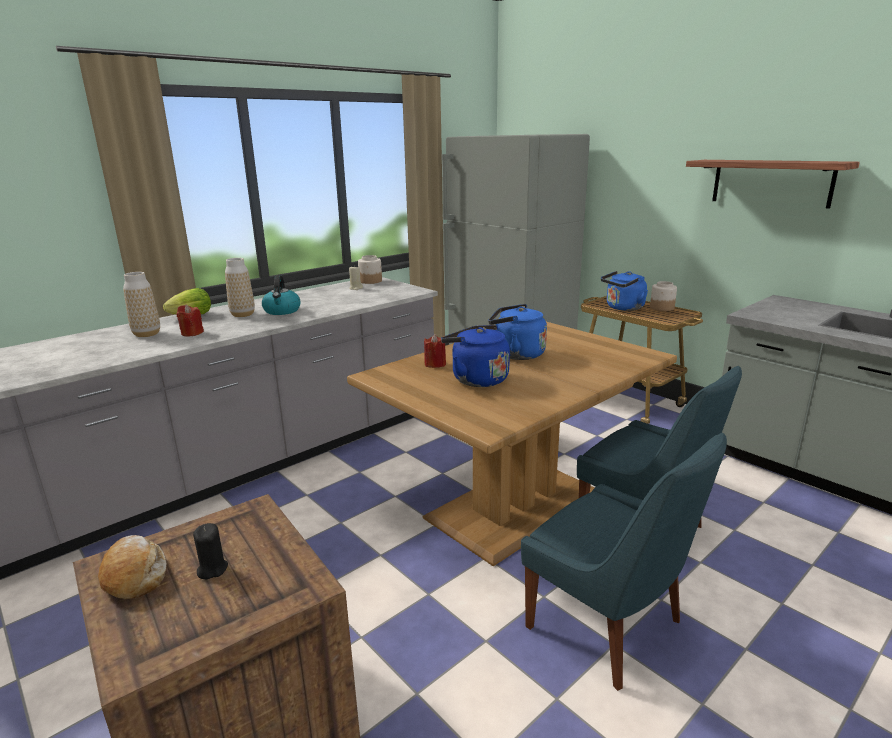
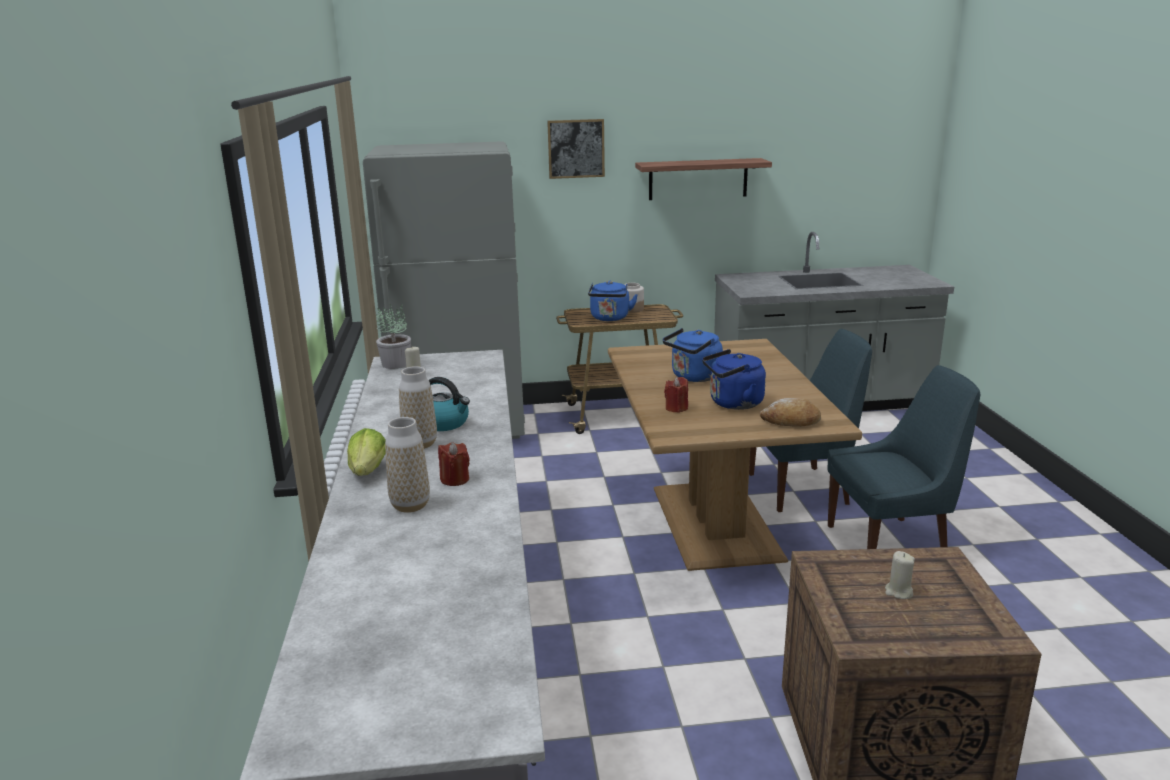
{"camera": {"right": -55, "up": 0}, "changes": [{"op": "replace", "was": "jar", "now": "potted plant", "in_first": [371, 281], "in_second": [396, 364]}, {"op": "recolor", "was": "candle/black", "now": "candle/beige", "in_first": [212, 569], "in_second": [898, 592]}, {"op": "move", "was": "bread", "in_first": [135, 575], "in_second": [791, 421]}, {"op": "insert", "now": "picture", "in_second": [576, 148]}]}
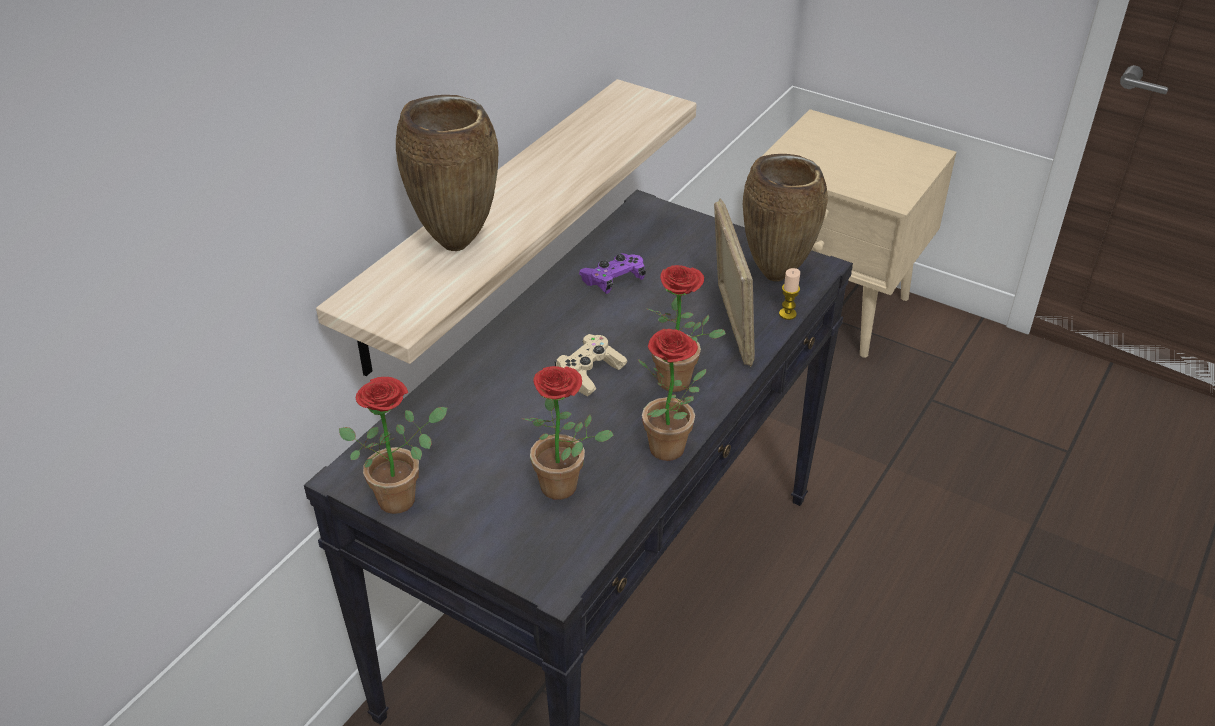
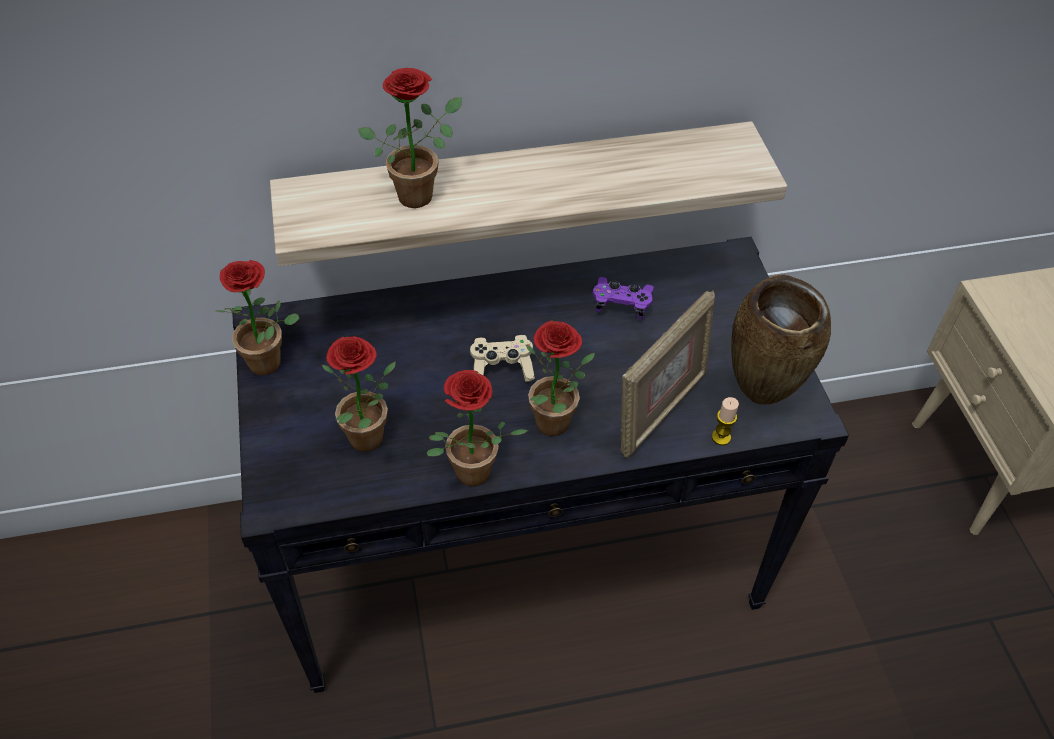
{"camera": {"right": 45, "up": 10}, "changes": [{"op": "replace", "was": "vase/brown", "now": "potted plant", "in_first": [458, 243], "in_second": [420, 192]}]}
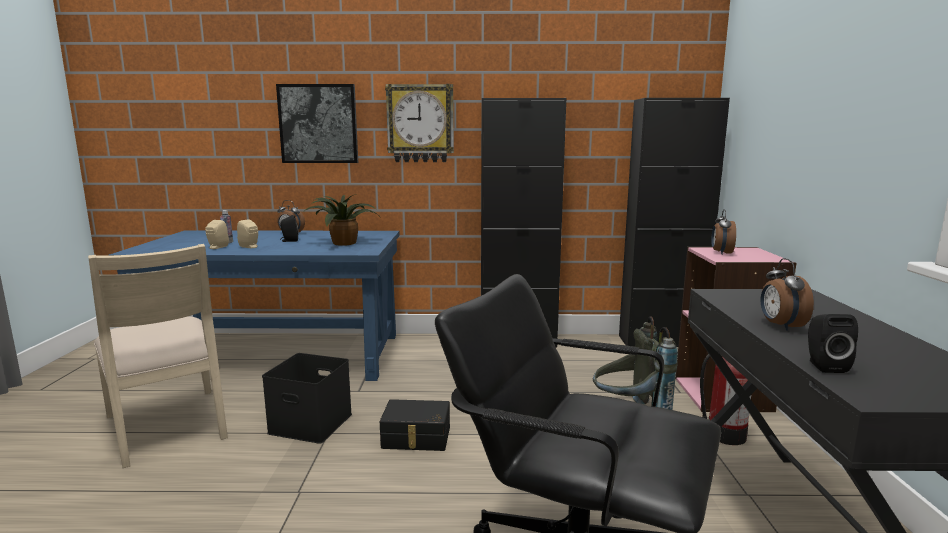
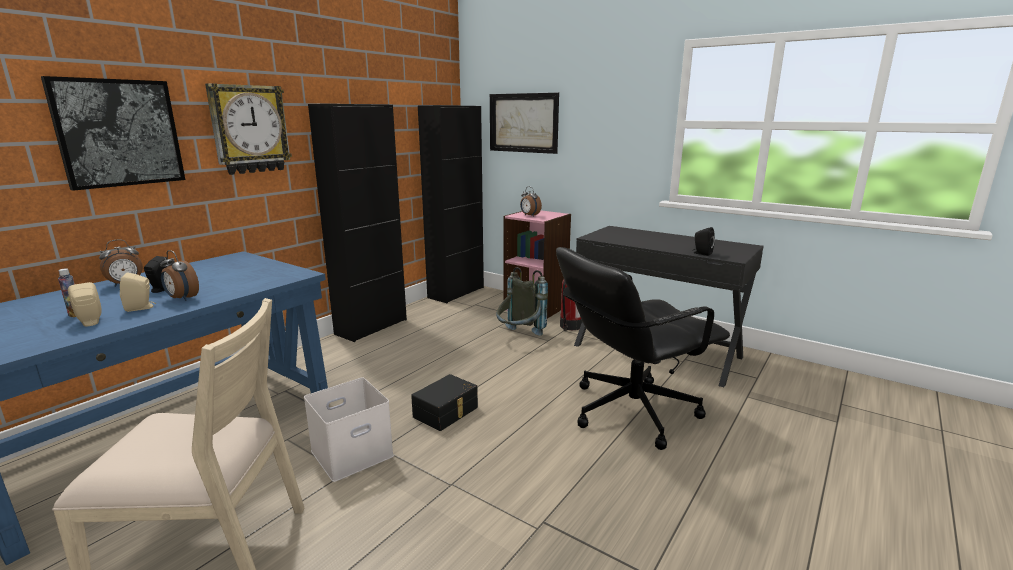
{"camera": {"right": -55, "up": 5}, "changes": [{"op": "delete", "was": "potted plant", "in_first": [343, 243]}, {"op": "move", "was": "alarm clock", "in_first": [780, 326], "in_second": [182, 298]}, {"op": "recolor", "was": "storage box/black", "now": "storage box/white", "in_first": [313, 423], "in_second": [352, 452]}, {"op": "insert", "now": "picture", "in_second": [523, 123]}]}
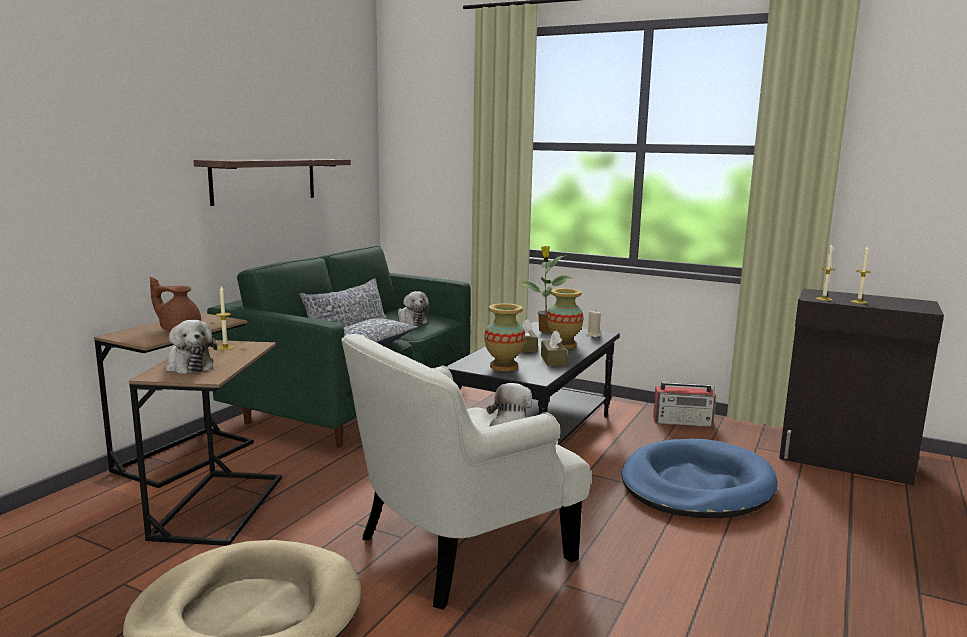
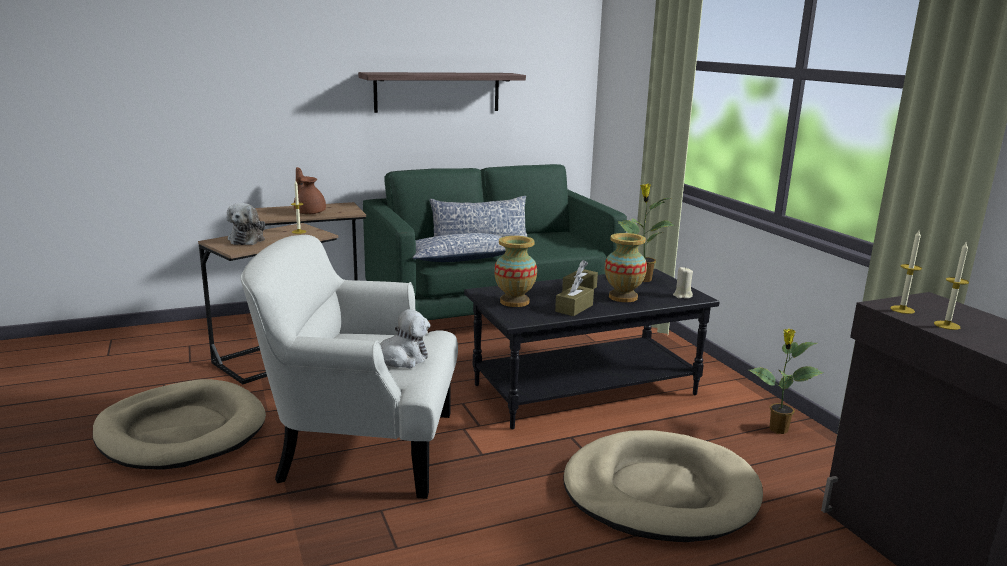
{"camera": {"right": 40, "up": 5}, "changes": [{"op": "delete", "was": "plush toy", "in_first": [411, 321]}, {"op": "replace", "was": "radio", "now": "potted plant", "in_first": [683, 422], "in_second": [777, 429]}, {"op": "recolor", "was": "dog bed/blue", "now": "dog bed/beige", "in_first": [696, 485], "in_second": [659, 492]}]}
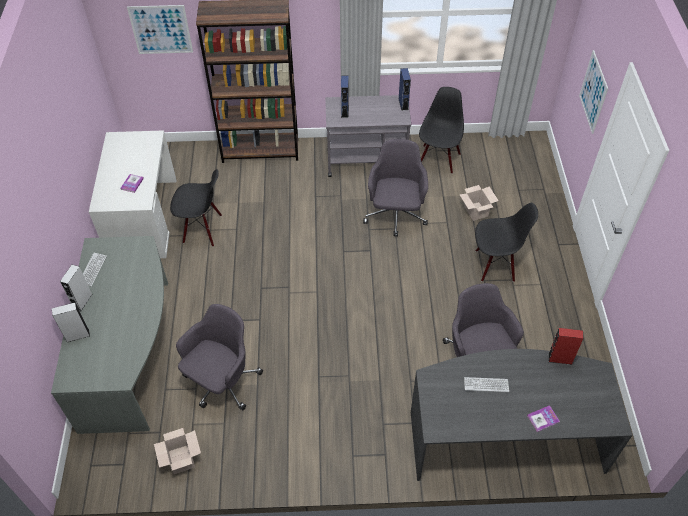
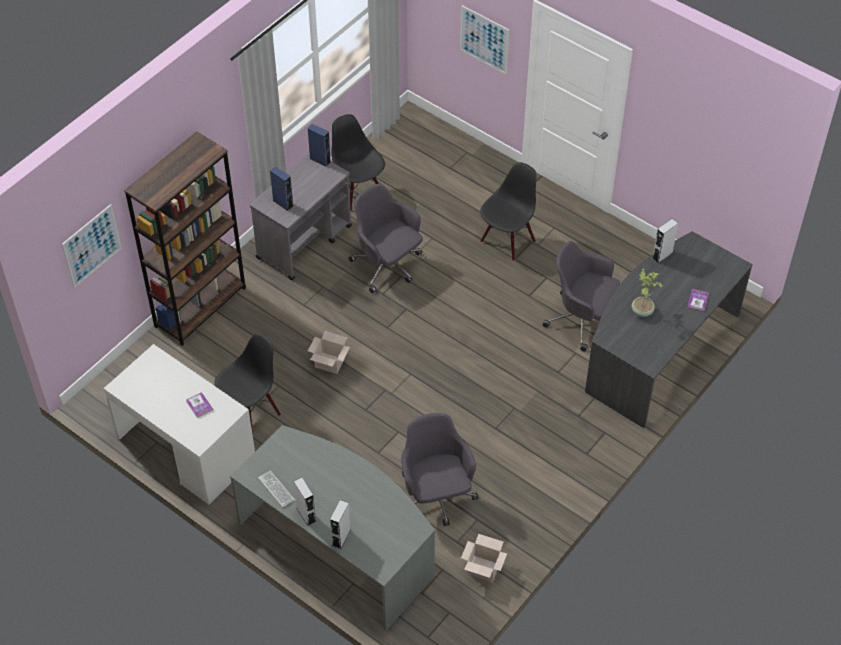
{"camera": {"right": -50, "up": 0}, "changes": [{"op": "move", "was": "cardboard box", "in_first": [476, 211], "in_second": [330, 363]}, {"op": "recolor", "was": "speaker/red", "now": "speaker/grey", "in_first": [560, 359], "in_second": [662, 255]}, {"op": "replace", "was": "keyboard", "now": "potted plant", "in_first": [486, 385], "in_second": [642, 311]}]}
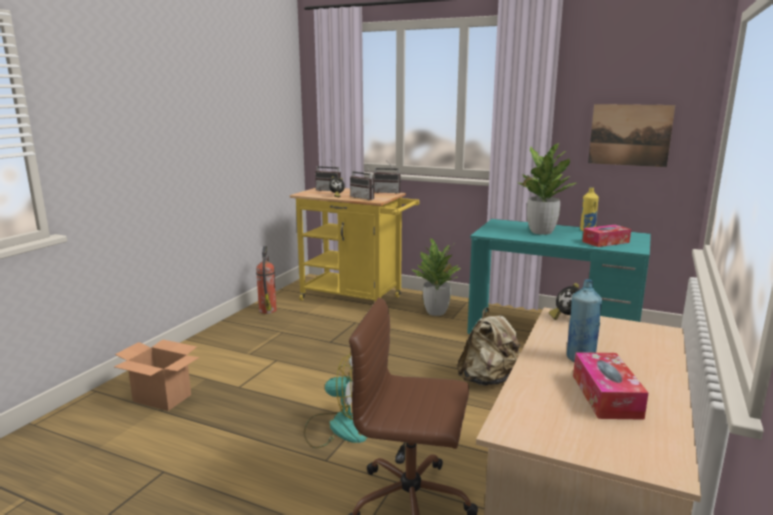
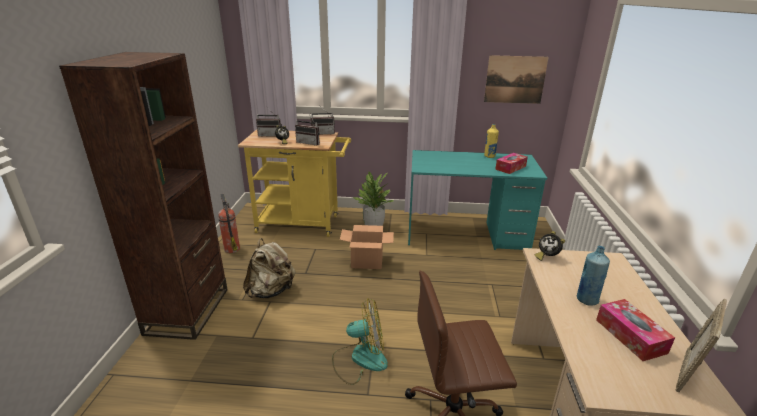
{"camera": {"right": -20, "up": 10}, "changes": [{"op": "delete", "was": "potted plant", "in_first": [541, 232]}, {"op": "move", "was": "backpack/beige", "in_first": [488, 380], "in_second": [271, 291]}, {"op": "move", "was": "cardboard box", "in_first": [163, 398], "in_second": [367, 262]}, {"op": "insert", "now": "bookcase/brown", "in_second": [188, 311]}, {"op": "insert", "now": "picture frame", "in_second": [688, 373]}]}
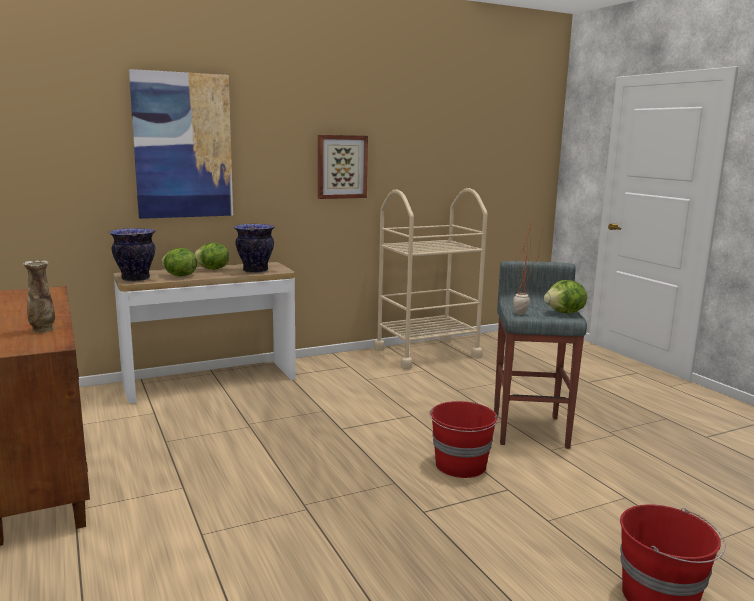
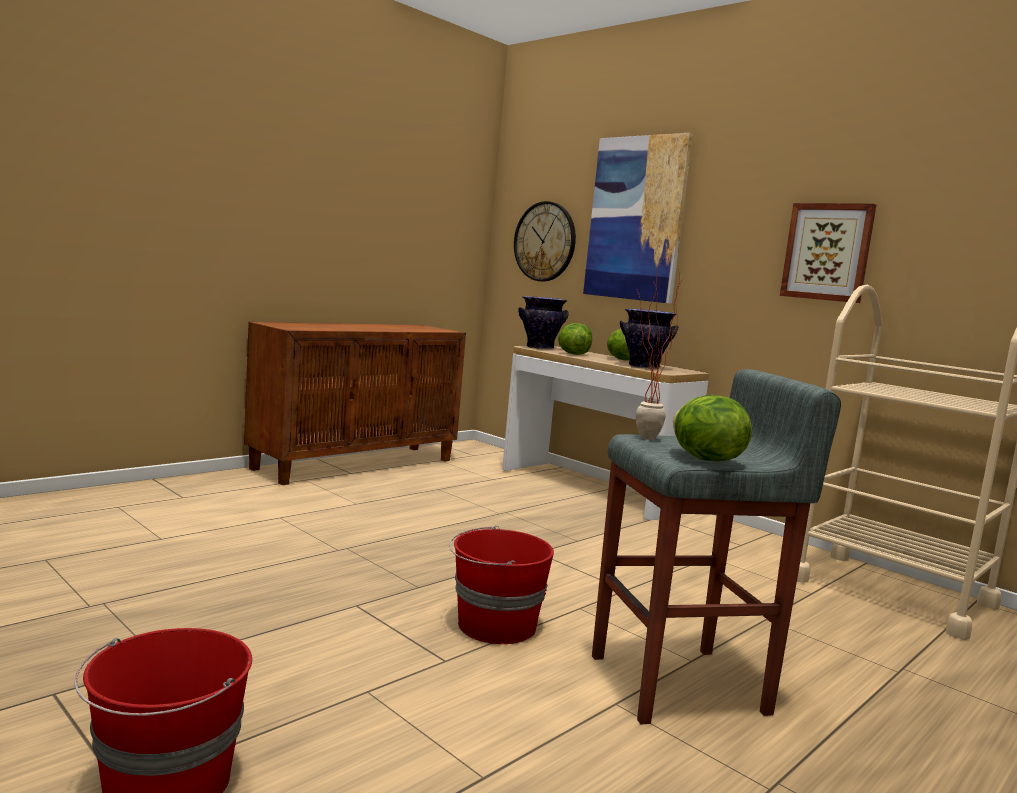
{"camera": {"right": 70, "up": -5}, "changes": [{"op": "delete", "was": "vase", "in_first": [43, 330]}, {"op": "insert", "now": "wall clock", "in_second": [545, 241]}]}
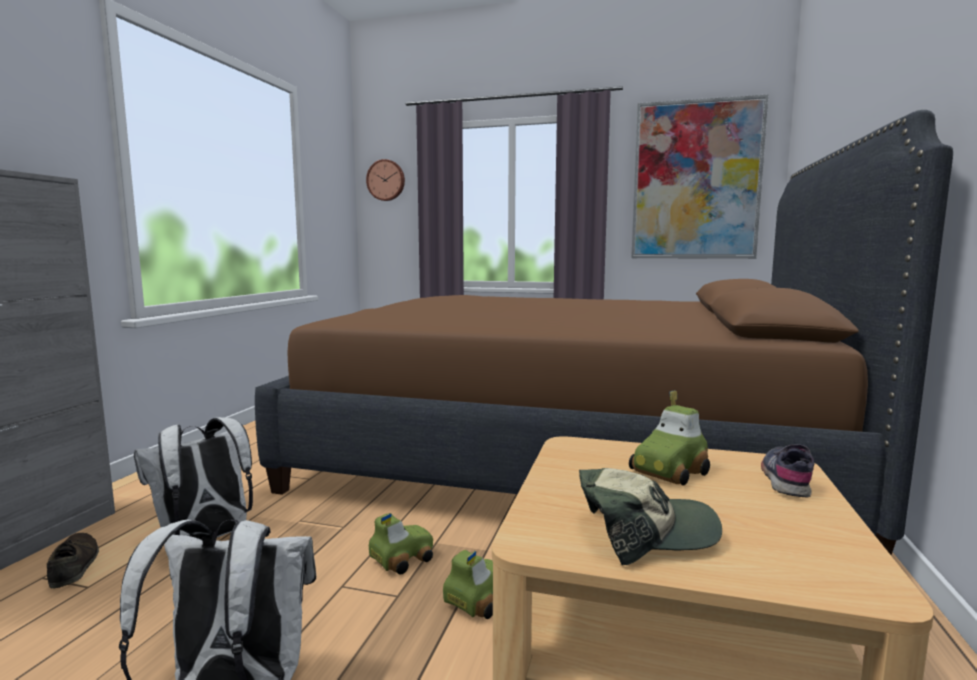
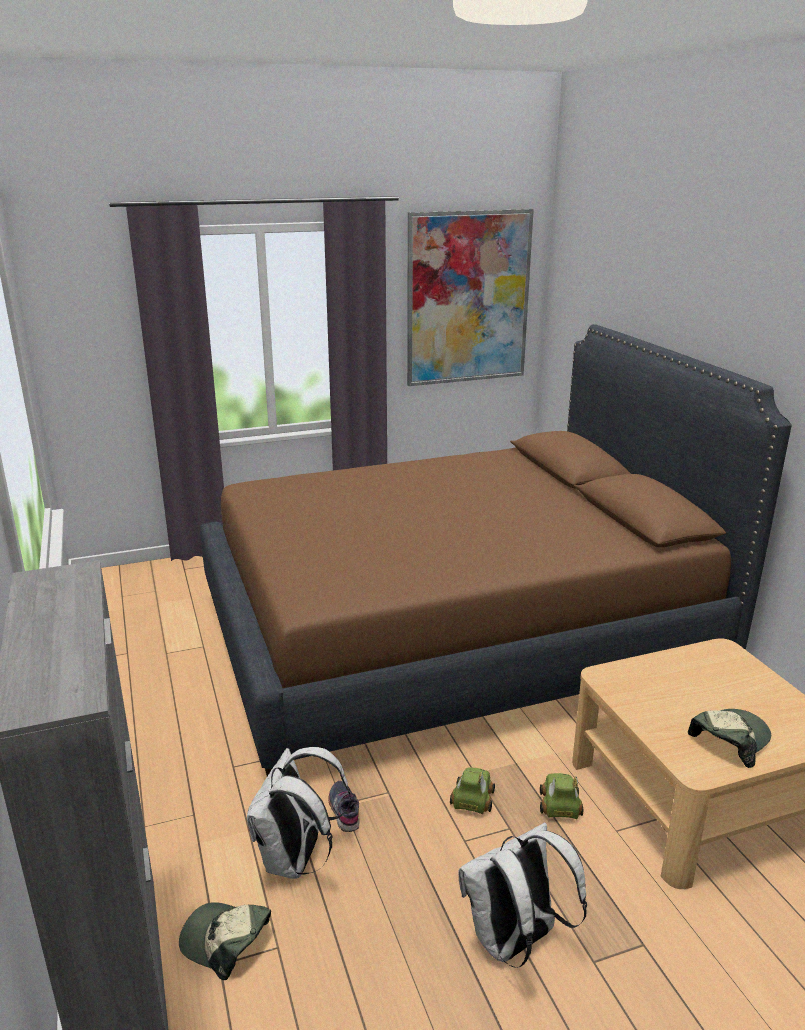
{"camera": {"right": -35, "up": 15}, "changes": [{"op": "delete", "was": "wall clock", "in_first": [386, 180]}, {"op": "delete", "was": "toy car", "in_first": [670, 472]}, {"op": "move", "was": "shoe/grey", "in_first": [786, 480], "in_second": [344, 810]}, {"op": "replace", "was": "shoe/brown", "now": "cap", "in_first": [73, 565], "in_second": [226, 941]}]}
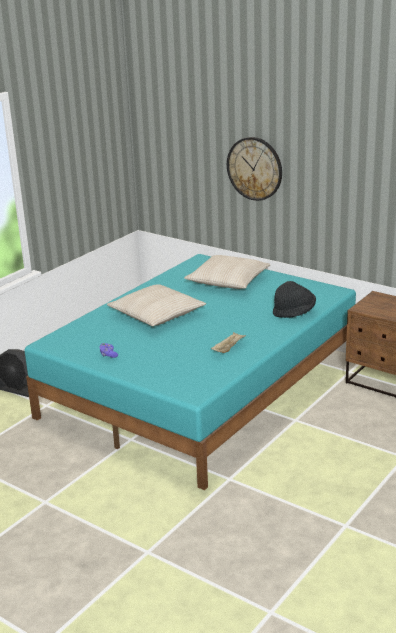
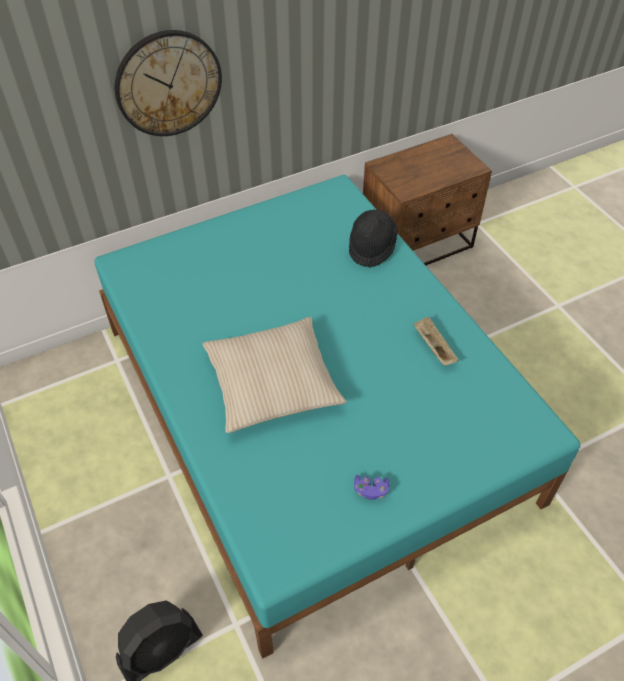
{"camera": {"right": -65, "up": 25}, "changes": [{"op": "delete", "was": "pillow/beige", "in_first": [228, 281]}]}
